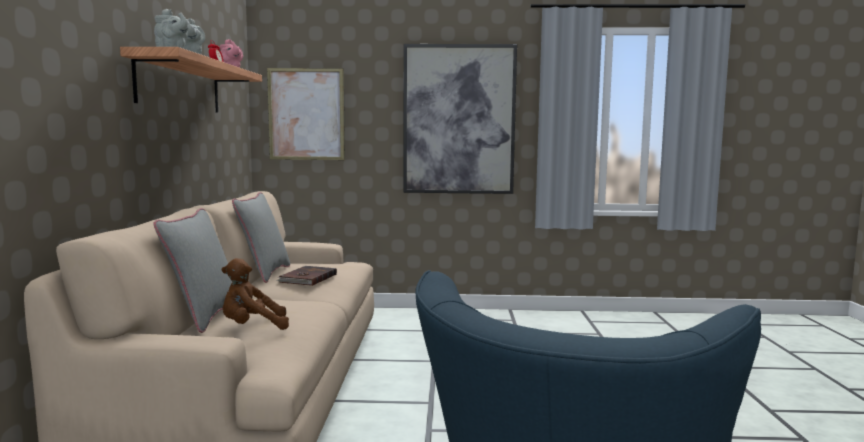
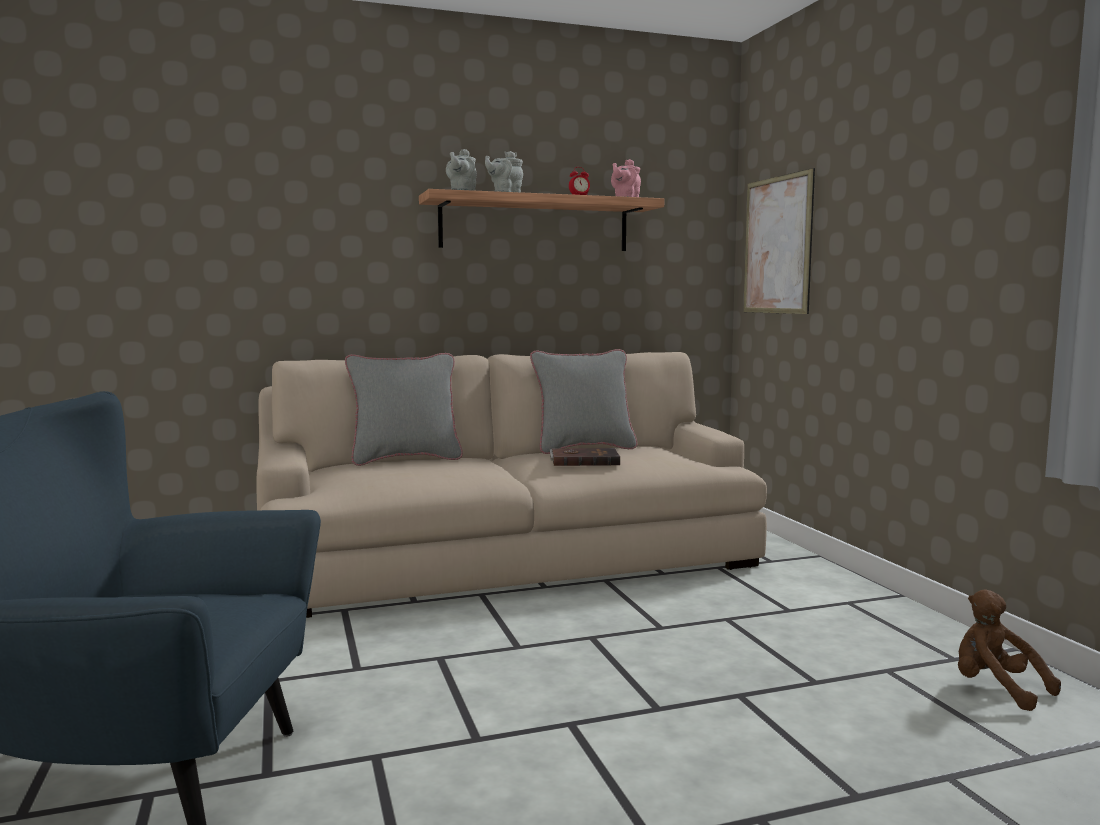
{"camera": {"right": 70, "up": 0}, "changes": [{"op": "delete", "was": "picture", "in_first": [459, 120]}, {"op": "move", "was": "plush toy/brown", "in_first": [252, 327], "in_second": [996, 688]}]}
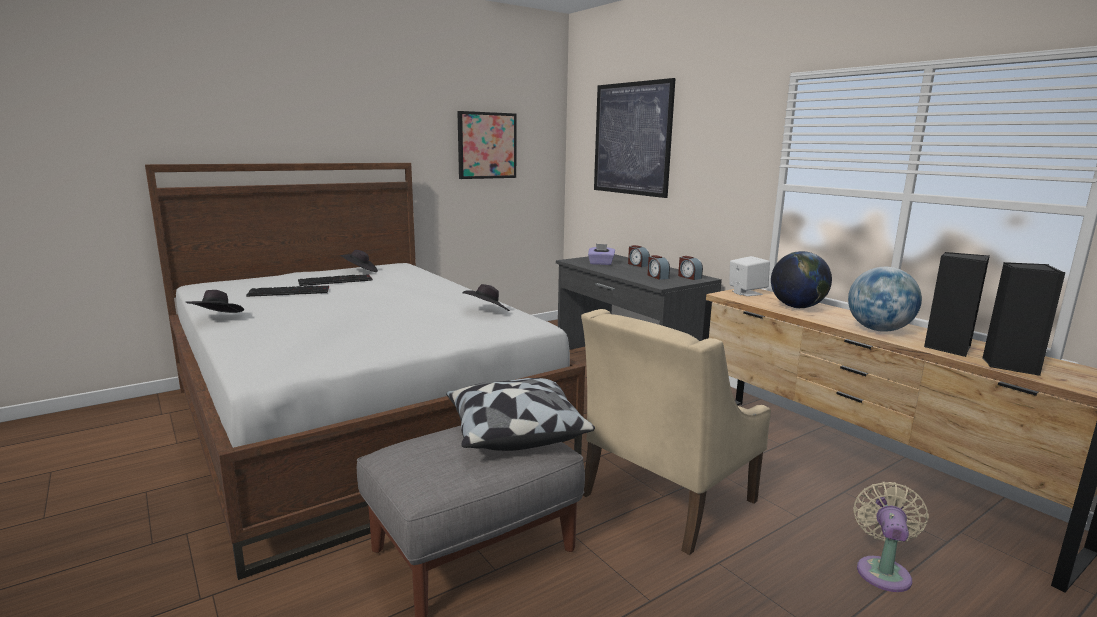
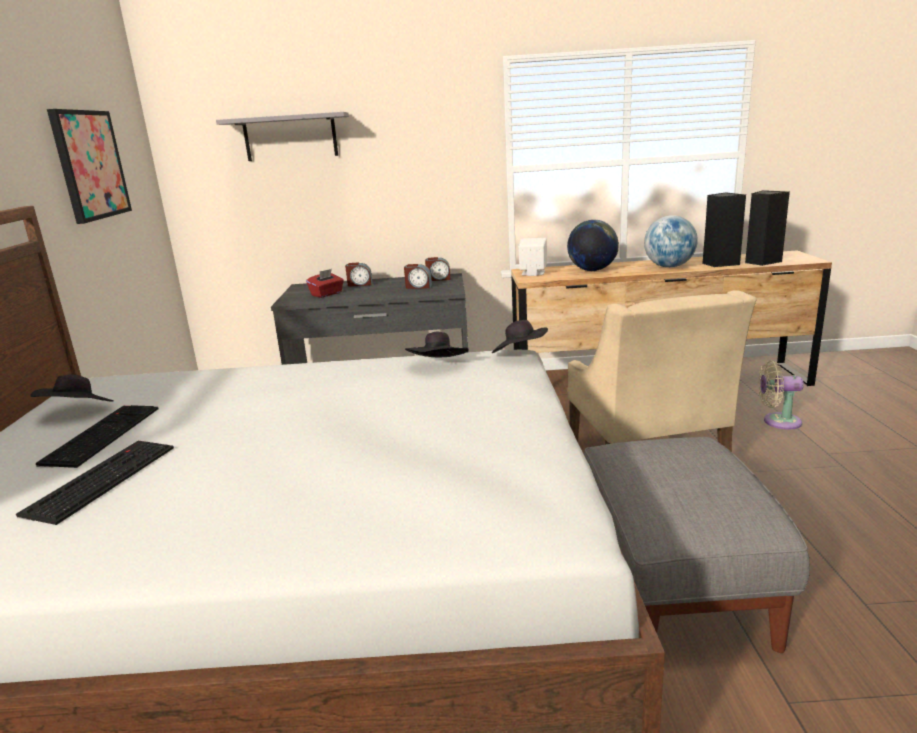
{"camera": {"right": -55, "up": 5}, "changes": [{"op": "replace", "was": "picture", "now": "shelf/grey", "in_first": [632, 139], "in_second": [290, 137]}, {"op": "recolor", "was": "tissue box/purple", "now": "tissue box/red", "in_first": [601, 263], "in_second": [327, 294]}, {"op": "move", "was": "hat/black", "in_first": [217, 318], "in_second": [520, 354]}, {"op": "delete", "was": "pillow", "in_first": [514, 432]}, {"op": "rotate", "was": "fan/beige", "in_first": [883, 570], "in_second": [778, 421], "clockwise": -45}]}
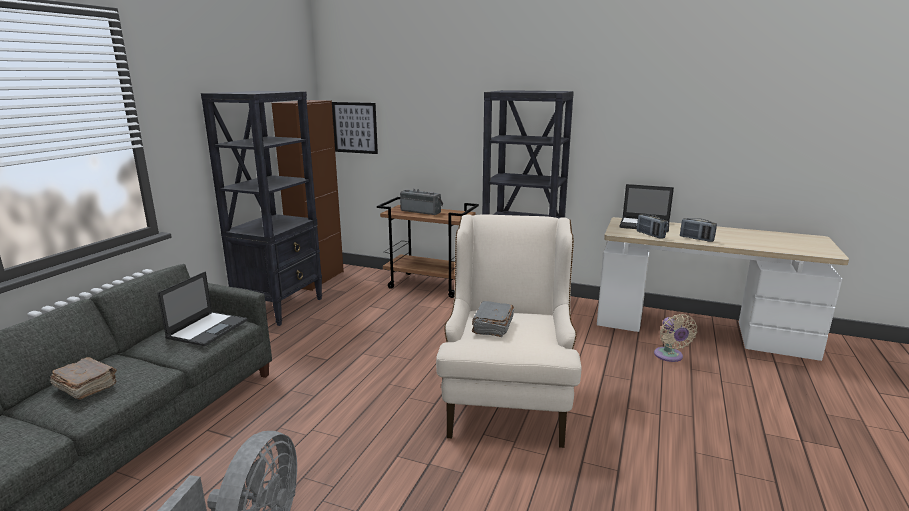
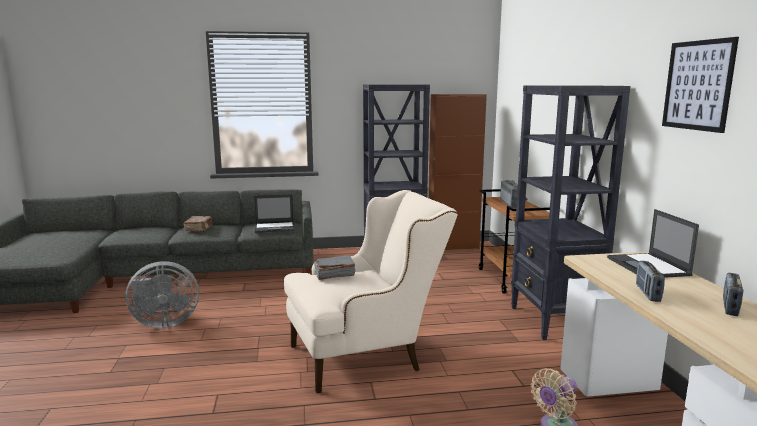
{"camera": {"right": 60, "up": -5}, "changes": [{"op": "move", "was": "picture", "in_first": [355, 127], "in_second": [697, 85]}, {"op": "move", "was": "radio", "in_first": [650, 235], "in_second": [730, 307]}]}
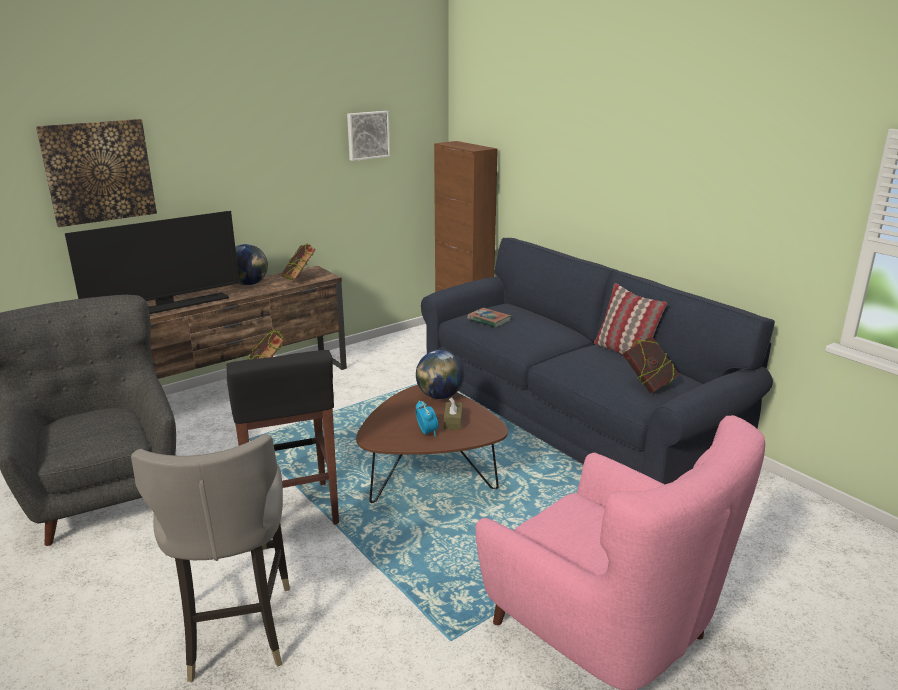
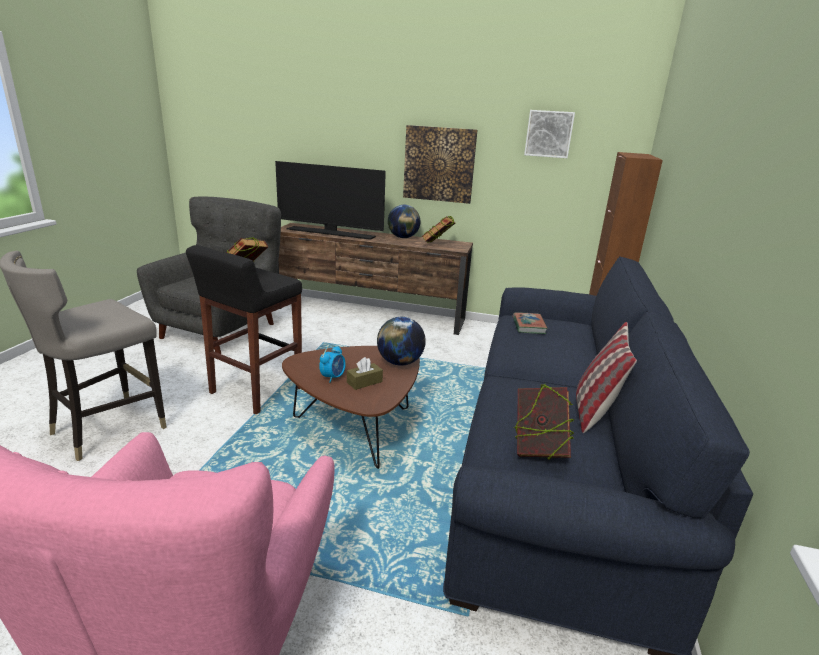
{"camera": {"right": 50, "up": 0}, "changes": [{"op": "move", "was": "picture", "in_first": [99, 171], "in_second": [439, 164]}]}
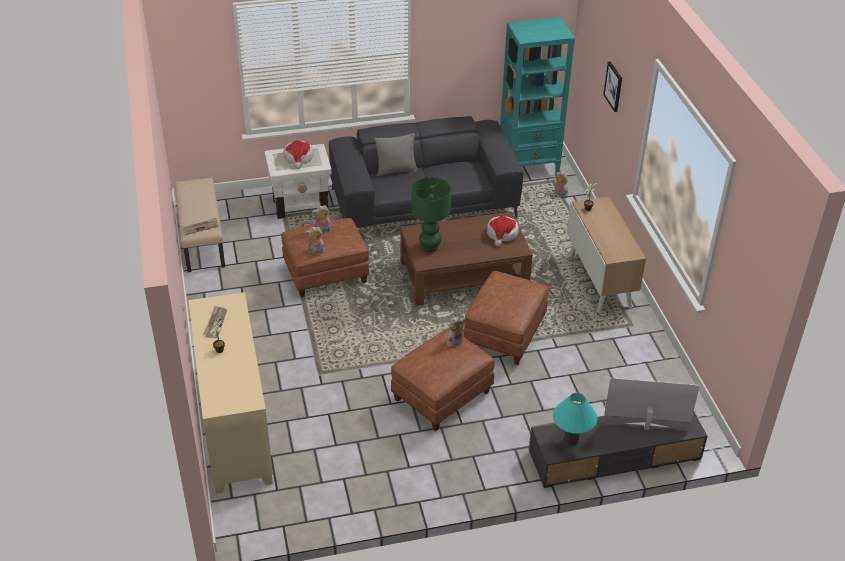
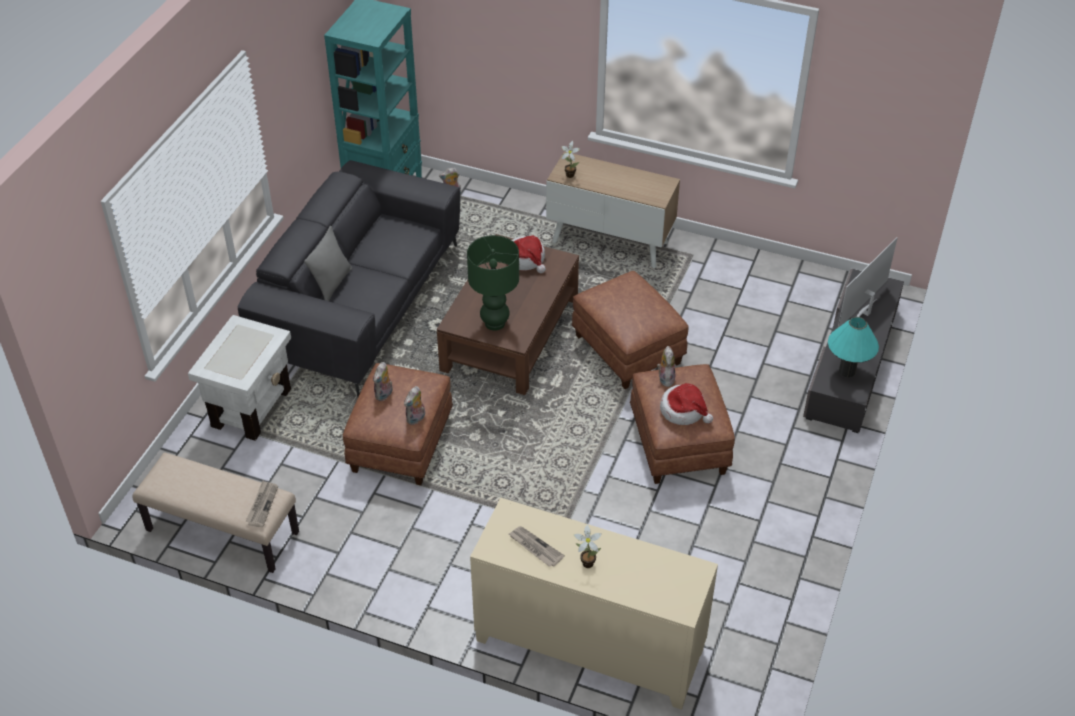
{"camera": {"right": -55, "up": 5}, "changes": [{"op": "delete", "was": "picture", "in_first": [613, 86]}, {"op": "move", "was": "hat", "in_first": [298, 158], "in_second": [684, 411]}]}
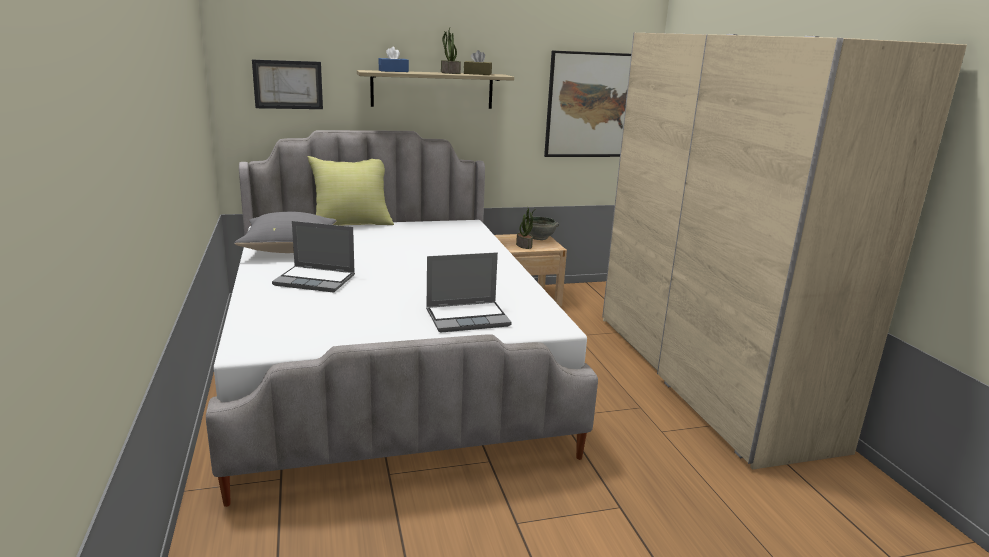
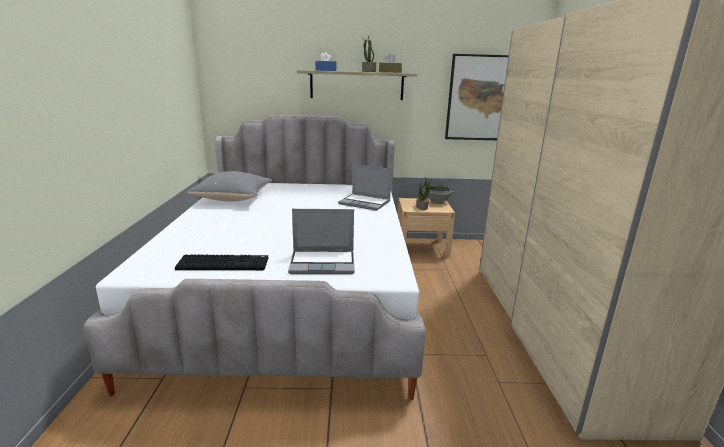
{"camera": {"right": 15, "up": 0}, "changes": [{"op": "delete", "was": "picture", "in_first": [288, 84]}, {"op": "delete", "was": "pillow/yellow", "in_first": [352, 223]}, {"op": "move", "was": "laptop", "in_first": [316, 280], "in_second": [365, 203]}, {"op": "insert", "now": "keyboard", "in_second": [224, 263]}]}
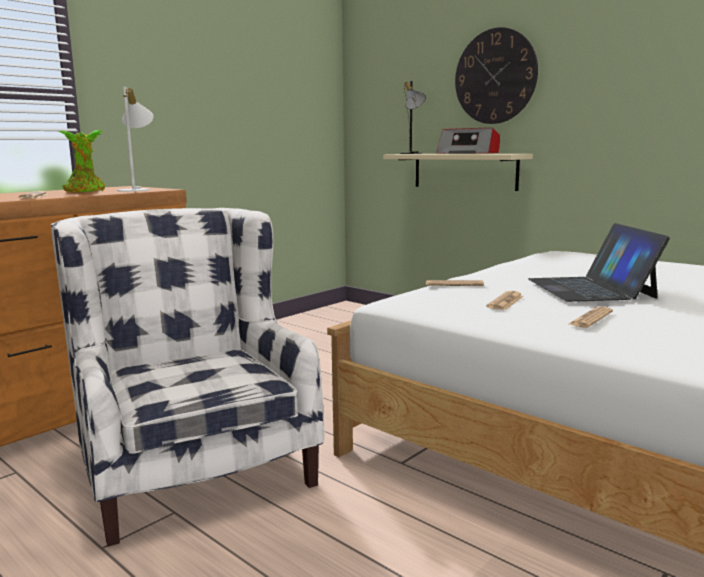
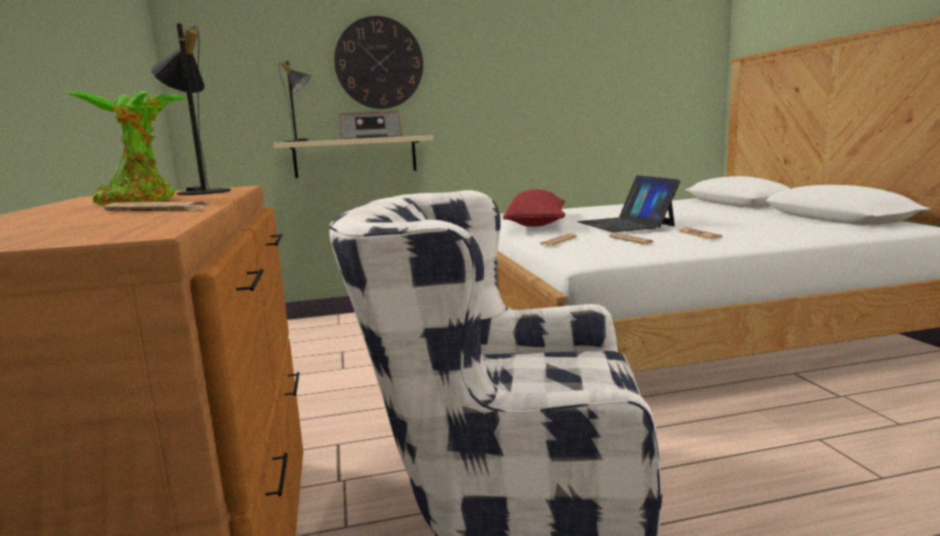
{"camera": {"right": -55, "up": 0}, "changes": [{"op": "recolor", "was": "table lamp/white", "now": "table lamp/black", "in_first": [137, 190], "in_second": [201, 192]}, {"op": "rotate", "was": "laptop", "in_first": [590, 288], "in_second": [625, 224], "clockwise": 45}, {"op": "insert", "now": "pillow/red", "in_second": [536, 224]}]}
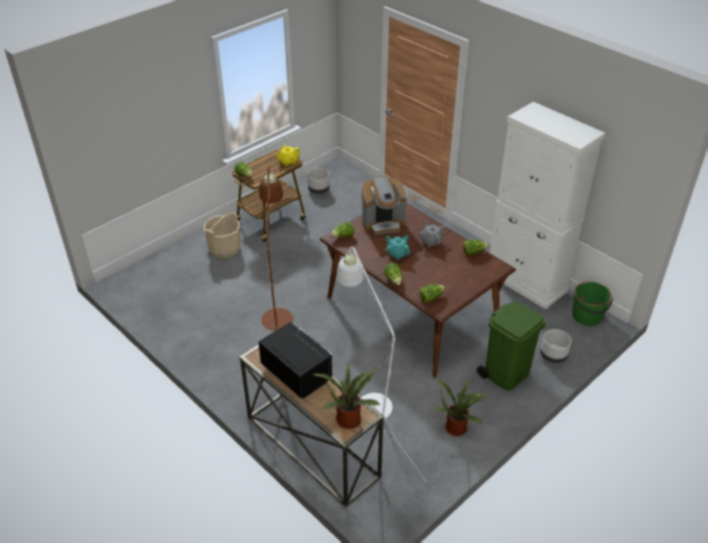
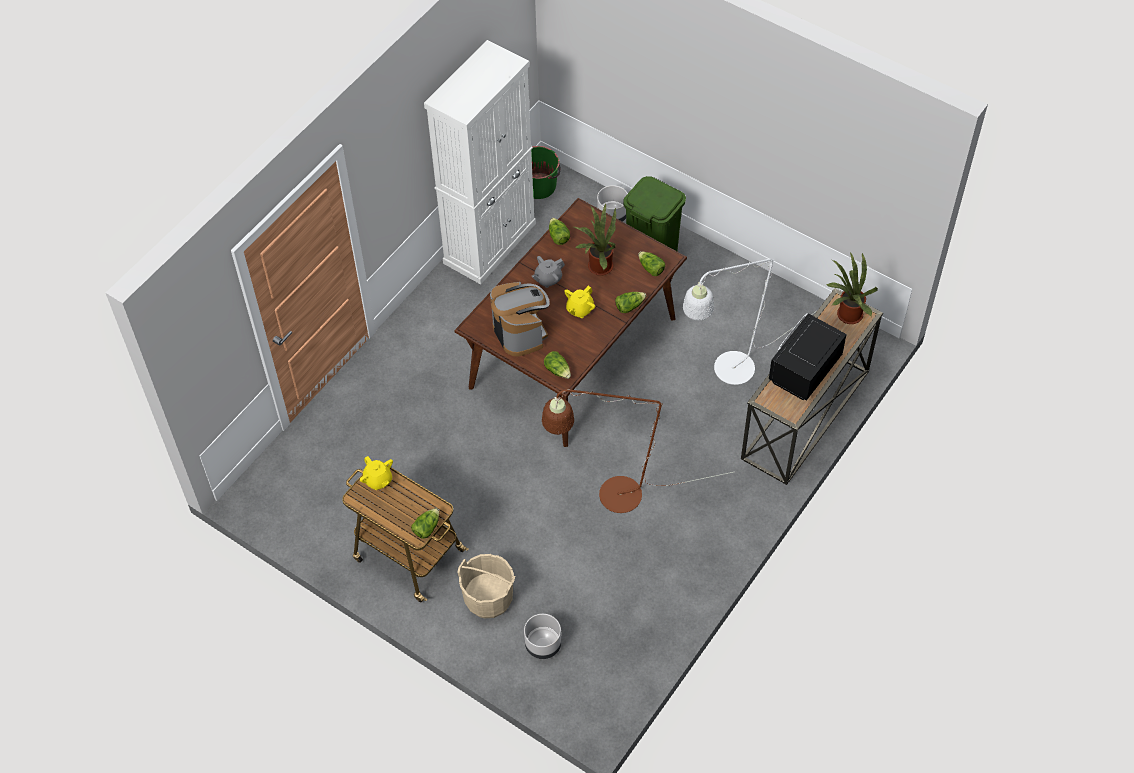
{"camera": {"right": -100, "up": 15}, "changes": [{"op": "move", "was": "planter/grey", "in_first": [319, 190], "in_second": [543, 644]}, {"op": "recolor", "was": "teapot/turquoise", "now": "teapot/yellow", "in_first": [397, 253], "in_second": [579, 309]}, {"op": "move", "was": "potted plant", "in_first": [457, 426], "in_second": [598, 266]}]}
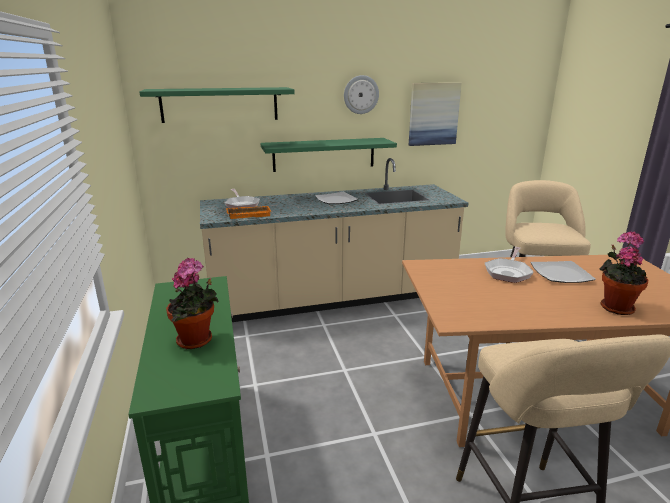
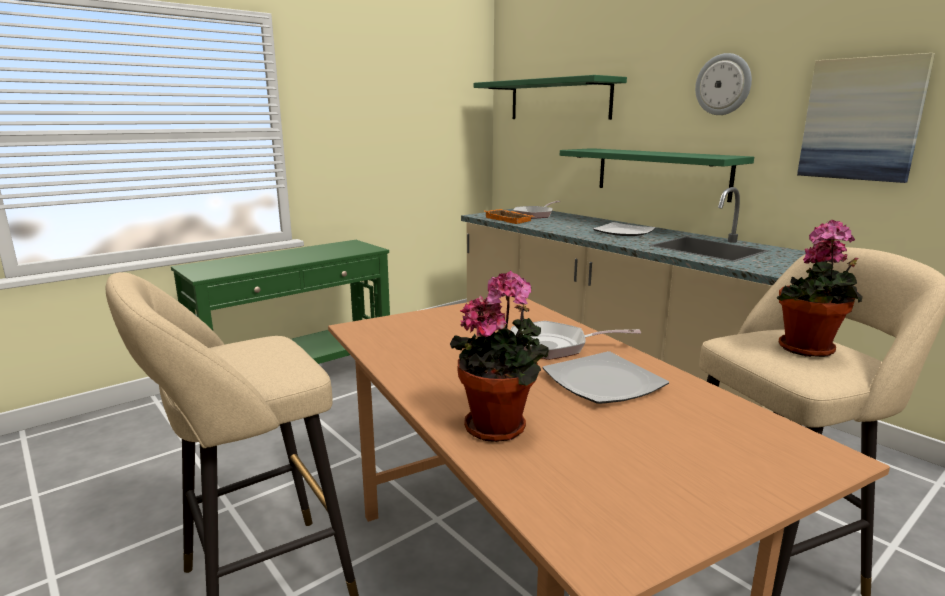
{"camera": {"right": 65, "up": -5}, "changes": [{"op": "move", "was": "potted plant", "in_first": [197, 341], "in_second": [808, 350]}]}
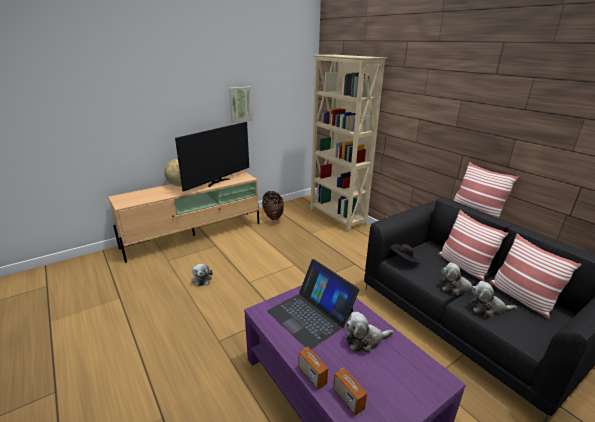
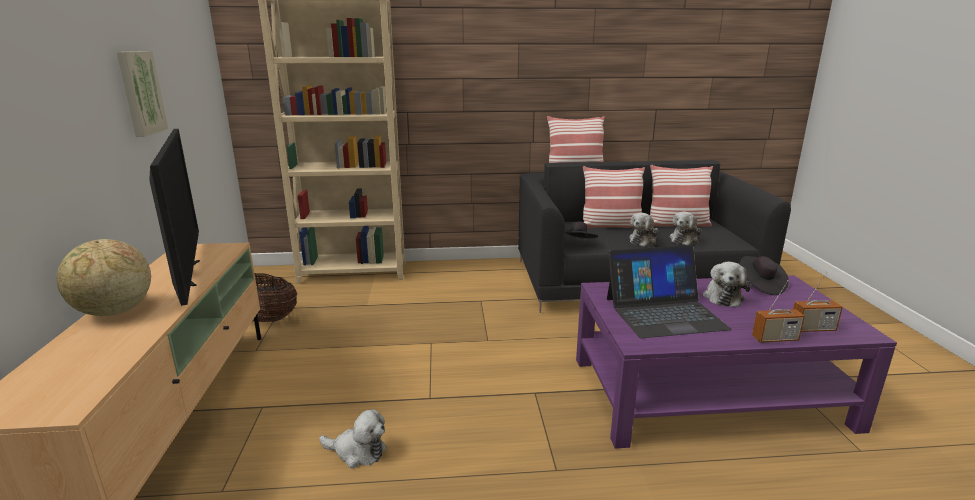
{"camera": {"right": -60, "up": -5}, "changes": [{"op": "insert", "now": "hat/black", "in_second": [760, 285]}]}
